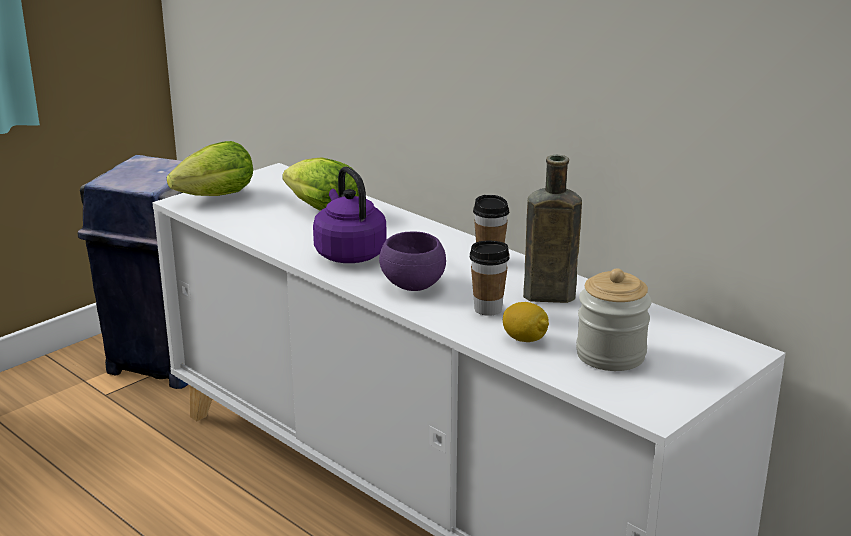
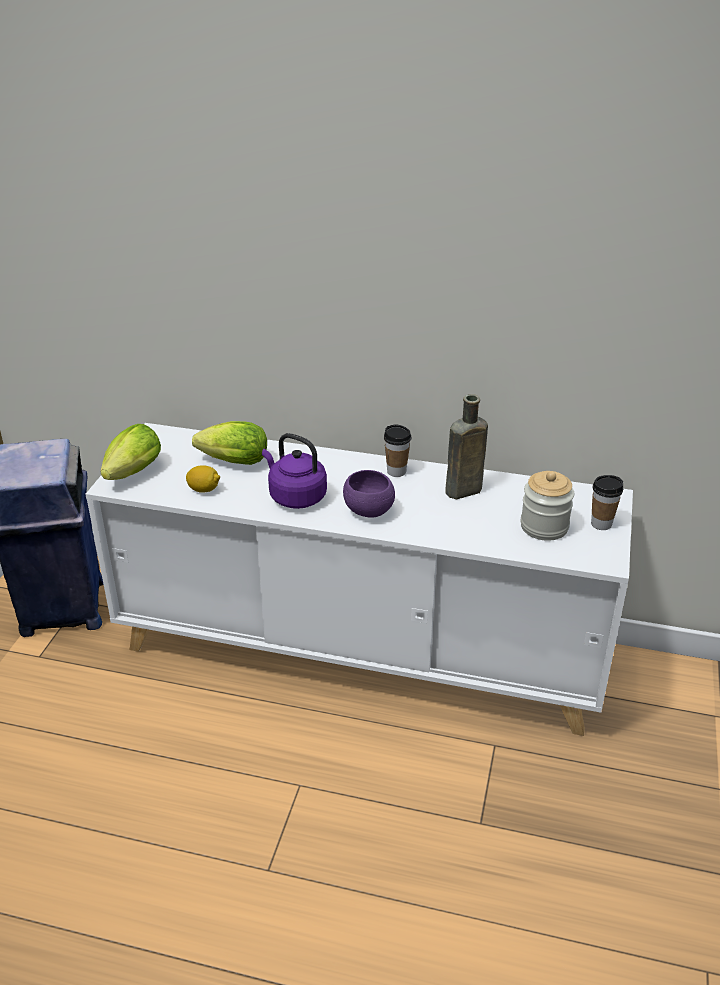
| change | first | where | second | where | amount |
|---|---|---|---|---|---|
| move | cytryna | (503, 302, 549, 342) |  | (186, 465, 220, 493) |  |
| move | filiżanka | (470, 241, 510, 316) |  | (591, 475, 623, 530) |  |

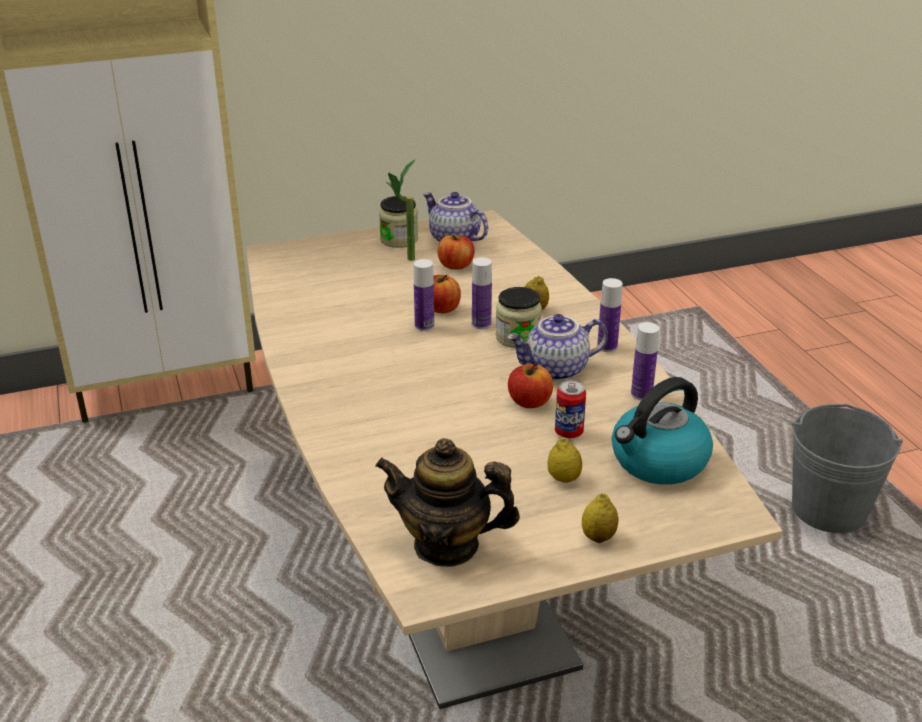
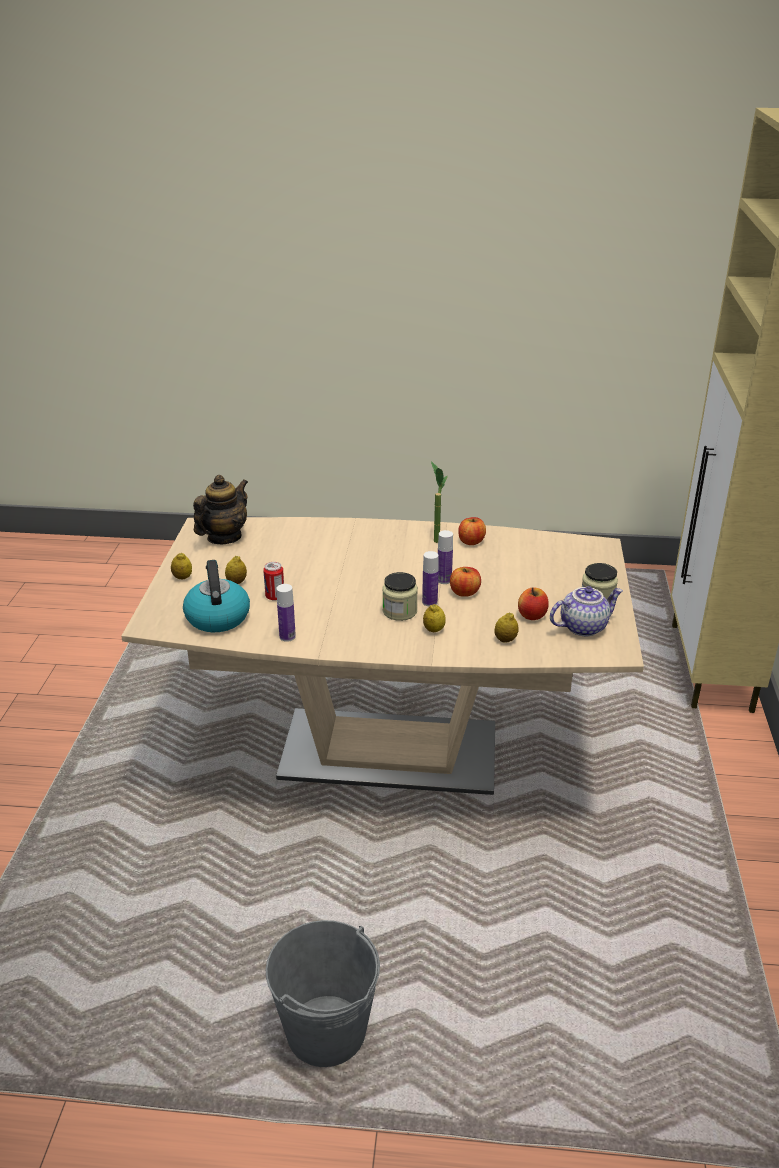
| change | first | where | second | where | amount |
|---|---|---|---|---|---|
| move | roślina doniczkowa | (385, 159, 416, 261) |  | (431, 461, 448, 543) |  |
| move | jabłko | (508, 364, 553, 408) |  | (458, 517, 486, 545) |  |
| insert |  |  | cytryna | (494, 612, 519, 643) |  |
| delete | imbryk | (507, 314, 608, 381) |  |  |  |
| delete | butelka | (597, 278, 623, 352) |  |  |  |

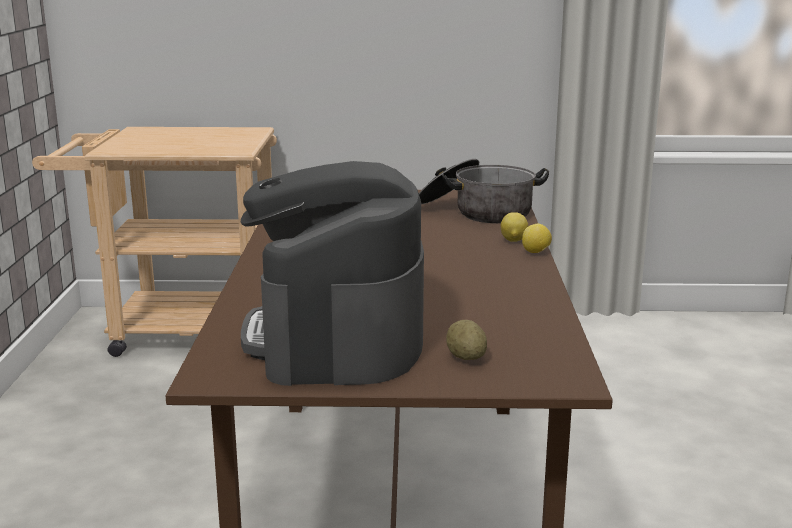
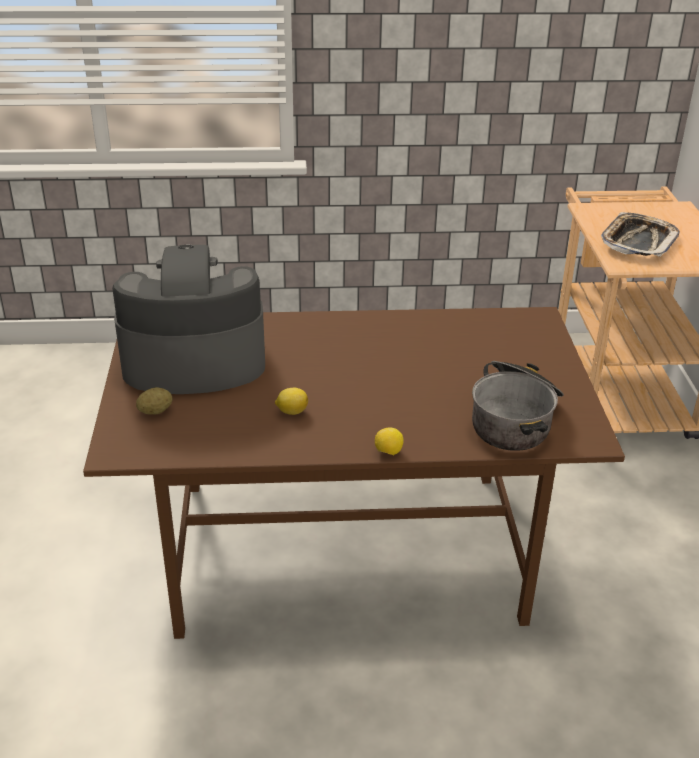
| change | first | where | second | where | amount |
|---|---|---|---|---|---|
| move | cytryna | (501, 212, 529, 242) |  | (275, 388, 308, 415) |  |
| insert |  |  | taca | (601, 212, 679, 257) |  |

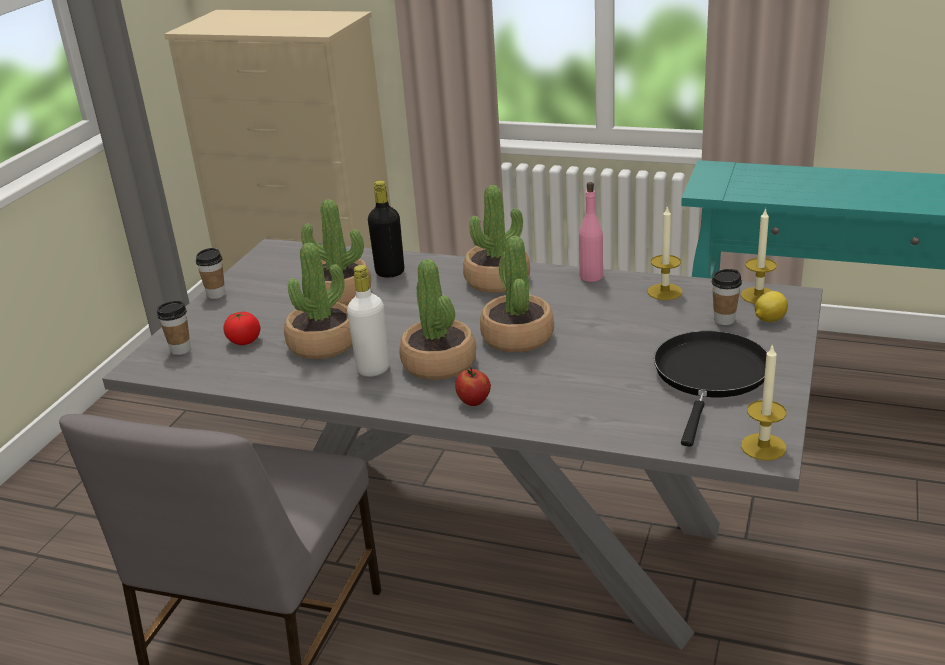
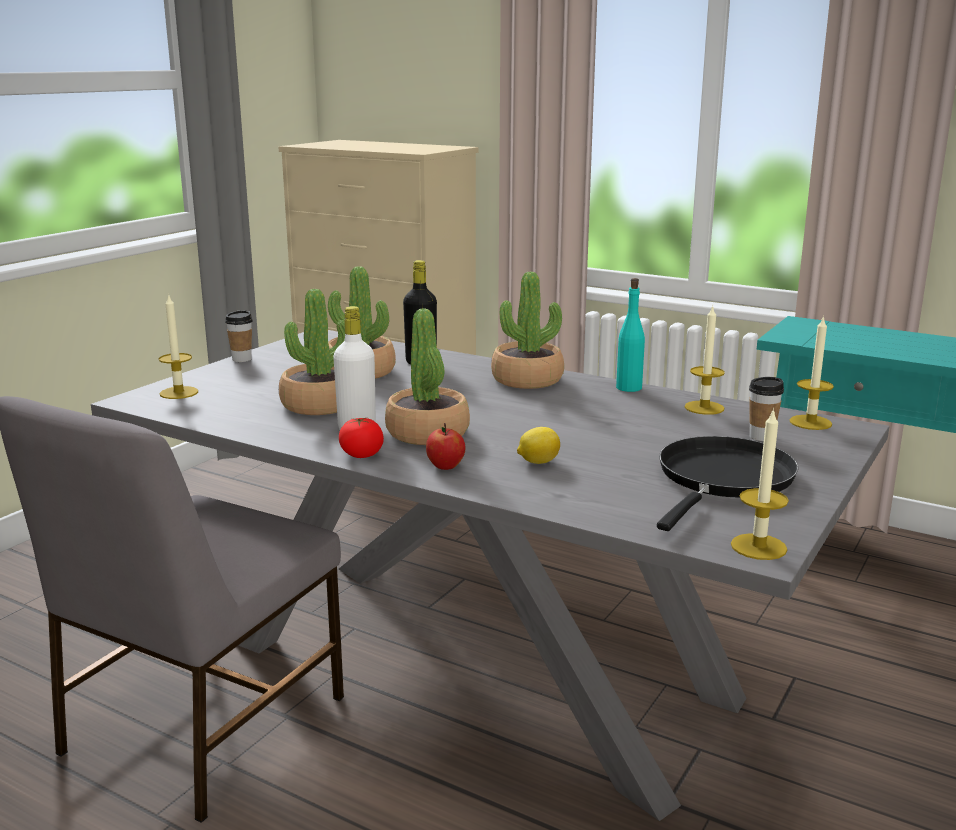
| change | first | where | second | where | amount |
|---|---|---|---|---|---|
| replace | filiżanka | (157, 301, 191, 355) | świeca | (159, 294, 198, 399) |  |
| move | pomidor | (224, 311, 260, 345) |  | (339, 418, 384, 458) |  |
| move | cytryna | (755, 291, 788, 322) |  | (517, 427, 560, 464) |  |
| recolor | butelka [różowy] | (579, 182, 603, 282) | butelka [turkusowy] | (616, 278, 645, 392) |  |
| delete | roślina doniczkowa | (480, 236, 554, 352) |  |  |  |

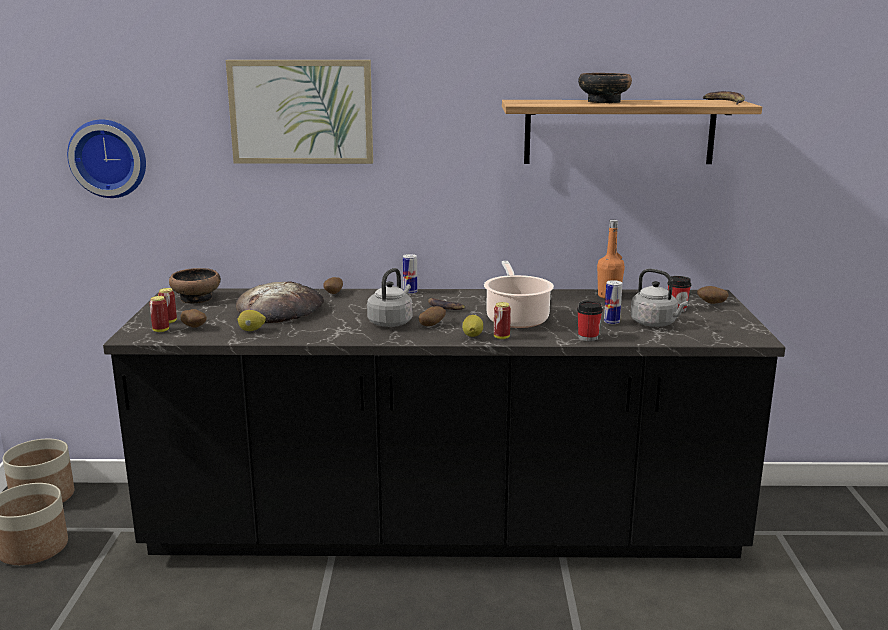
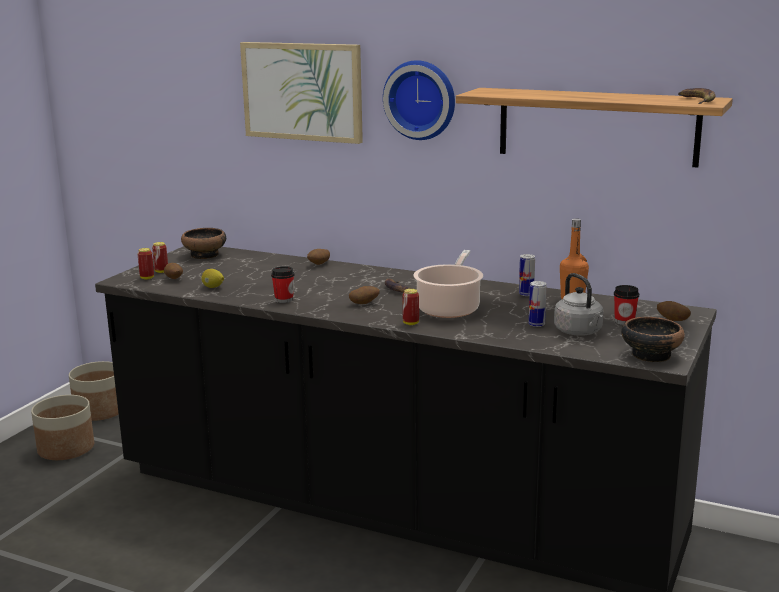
| change | first | where | second | where | amount |
|---|---|---|---|---|---|
| move | filiżanka | (577, 301, 603, 341) |  | (271, 266, 295, 303) |  |
| move | zegar ścienny | (67, 120, 146, 198) |  | (383, 60, 455, 140) |  |
| move | puszka | (403, 254, 417, 294) |  | (519, 254, 535, 296) |  |
| move | miska | (578, 73, 632, 103) |  | (621, 317, 685, 362) |  |
| delete | chleb | (236, 281, 324, 323) |  |  |  |
| delete | czajnik [szary] | (367, 268, 412, 327) |  |  |  |
| delete | cytryna | (462, 315, 483, 337) |  |  |  |

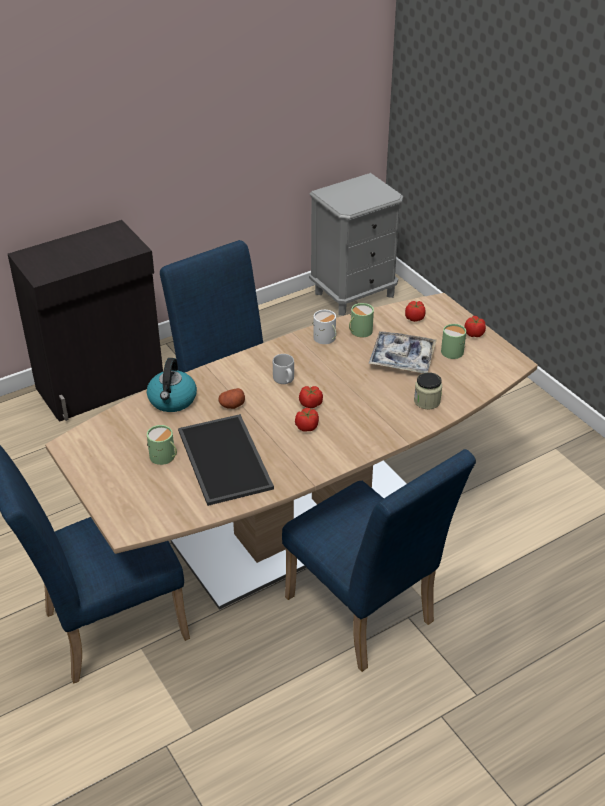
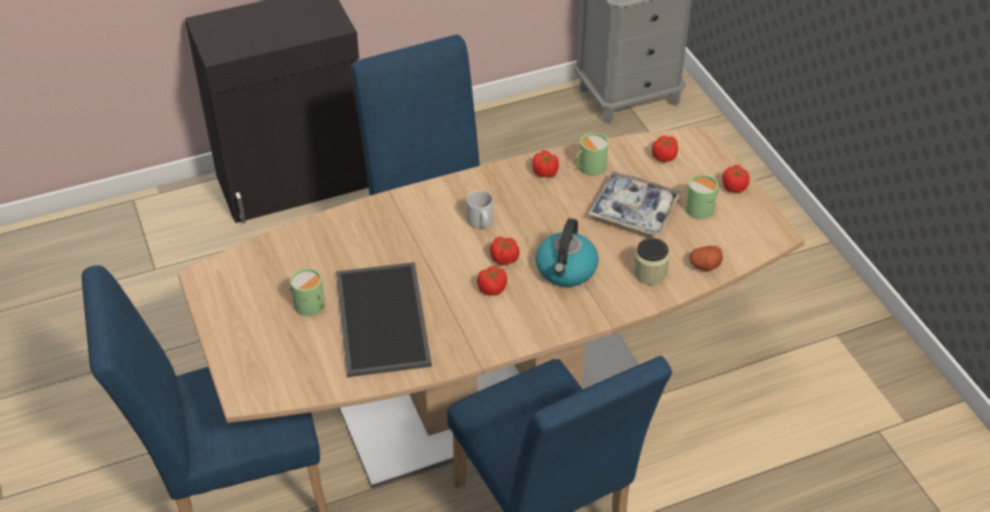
| change | first | where | second | where | amount |
|---|---|---|---|---|---|
| replace | kubek [biały] | (313, 310, 336, 344) | pomidor | (532, 151, 559, 178) |  |
| move | czajnik | (147, 358, 197, 412) |  | (536, 218, 599, 287) |  |
| move | ziemniak | (218, 388, 245, 409) |  | (690, 246, 723, 271) |  |

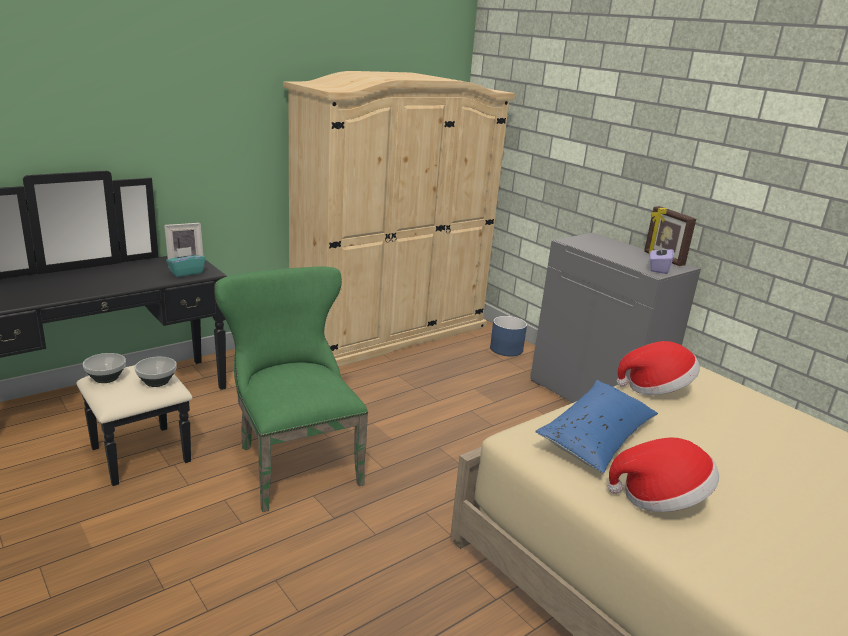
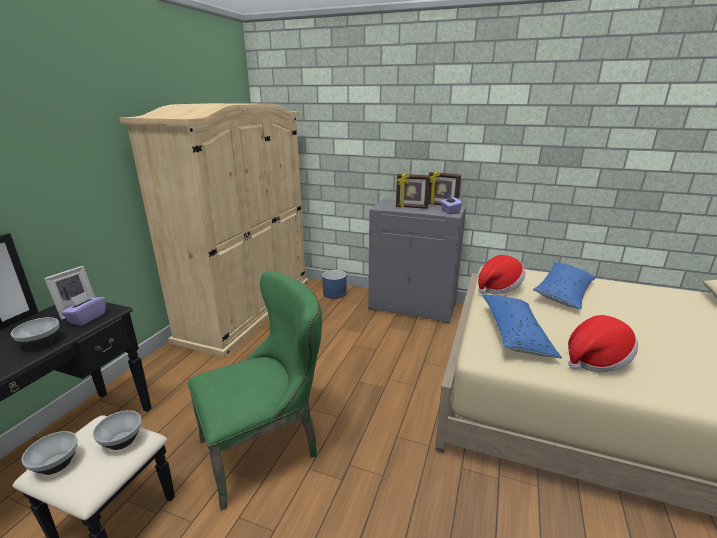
| change | first | where | second | where | amount |
|---|---|---|---|---|---|
| insert |  |  | miska | (11, 317, 59, 349) |  |
| recolor | pudełko chusteczek [turkusowy] | (166, 247, 205, 277) | pudełko chusteczek [fioletowy] | (61, 292, 106, 326) |  |
| rotate | krzesło [zielony] | (214, 267, 368, 512) |  | (187, 271, 322, 511) | 120 degrees clockwise |
| insert |  |  | ramka na zdjęcie | (396, 174, 430, 209) |  |
| insert |  |  | poduszka [niebieski] | (533, 262, 596, 309) |  |

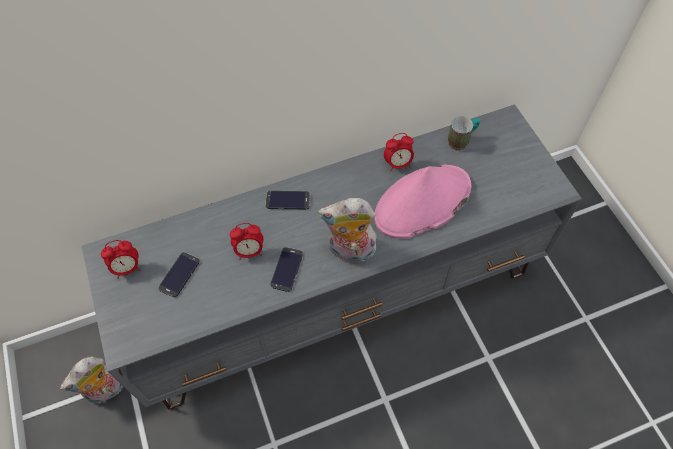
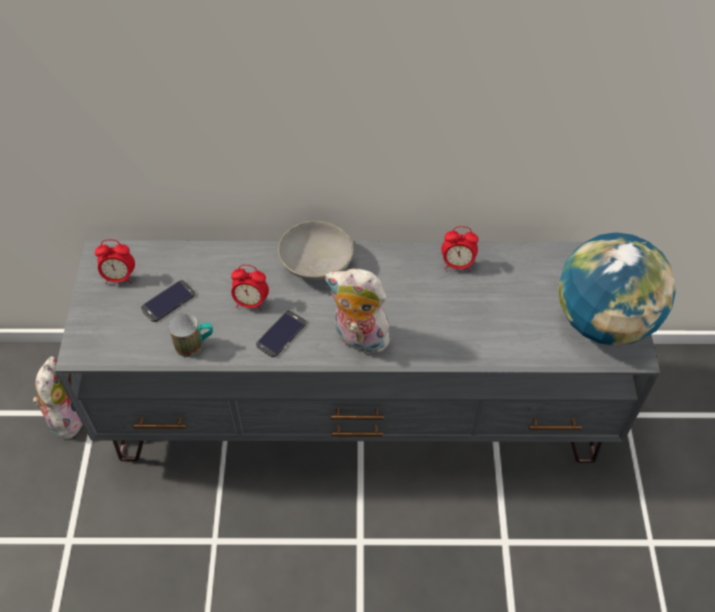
| change | first | where | second | where | amount |
|---|---|---|---|---|---|
| rotate | pluszak | (60, 357, 123, 405) |  | (33, 356, 83, 439) | 105 degrees clockwise |
| move | kubek | (447, 116, 480, 151) |  | (169, 313, 213, 357) |  |
| replace | telefon | (266, 191, 310, 209) | miska [szary] | (278, 221, 354, 280) |  |
| insert |  |  | globus | (558, 232, 676, 346) |  |
| delete | kapelusz [różowy] | (374, 164, 471, 239) |  |  |  |

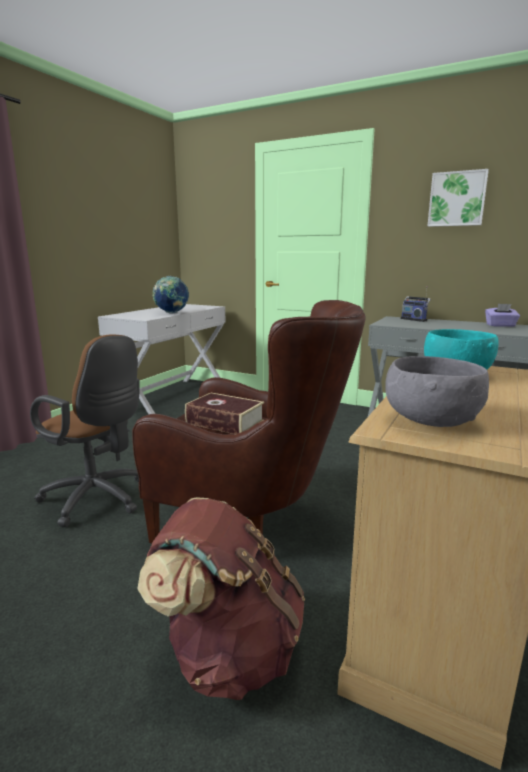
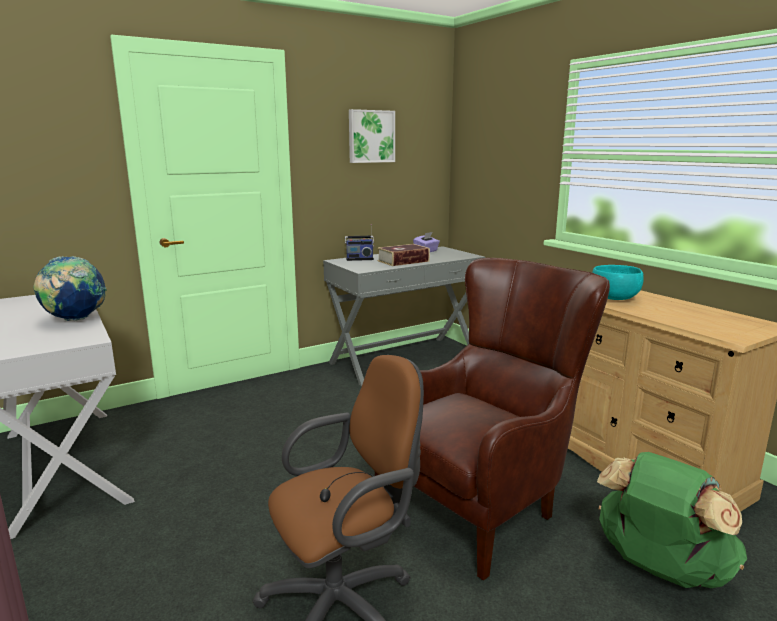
| change | first | where | second | where | amount |
|---|---|---|---|---|---|
| move | książka | (185, 393, 264, 434) |  | (377, 244, 430, 266) |  |
| recolor | plecak [brązowy] | (137, 497, 305, 700) | plecak [zielony] | (597, 452, 747, 588) |  |
| delete | miska [szary] | (385, 356, 489, 427) |  |  |  |

